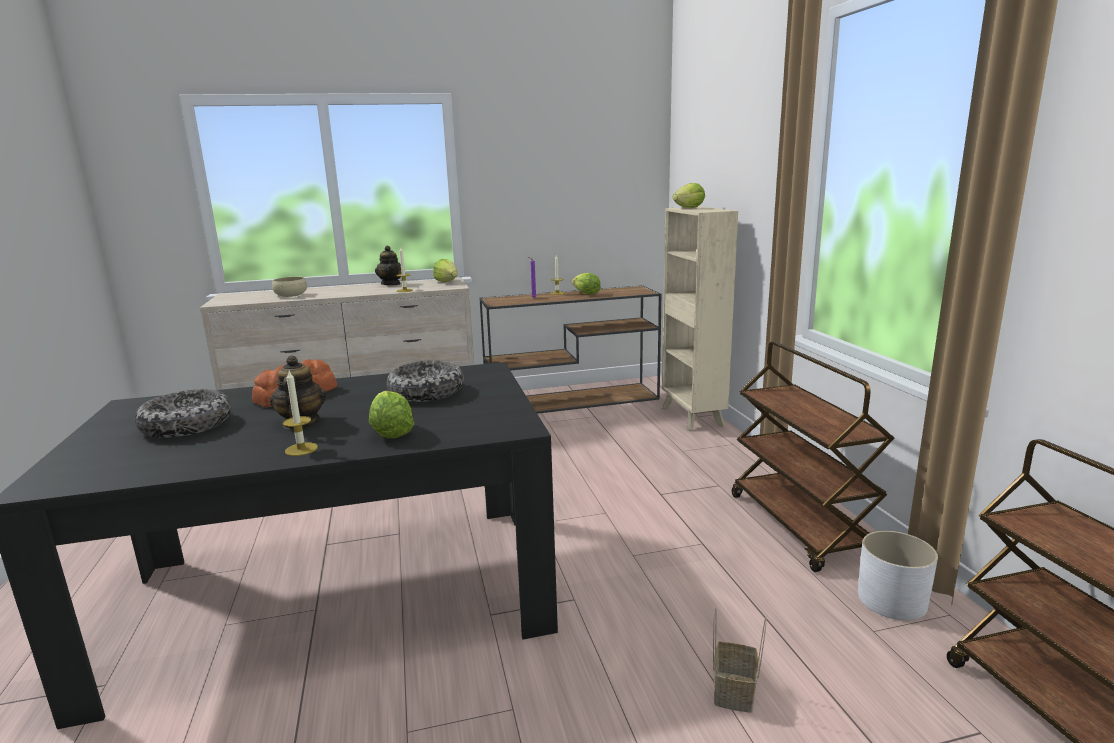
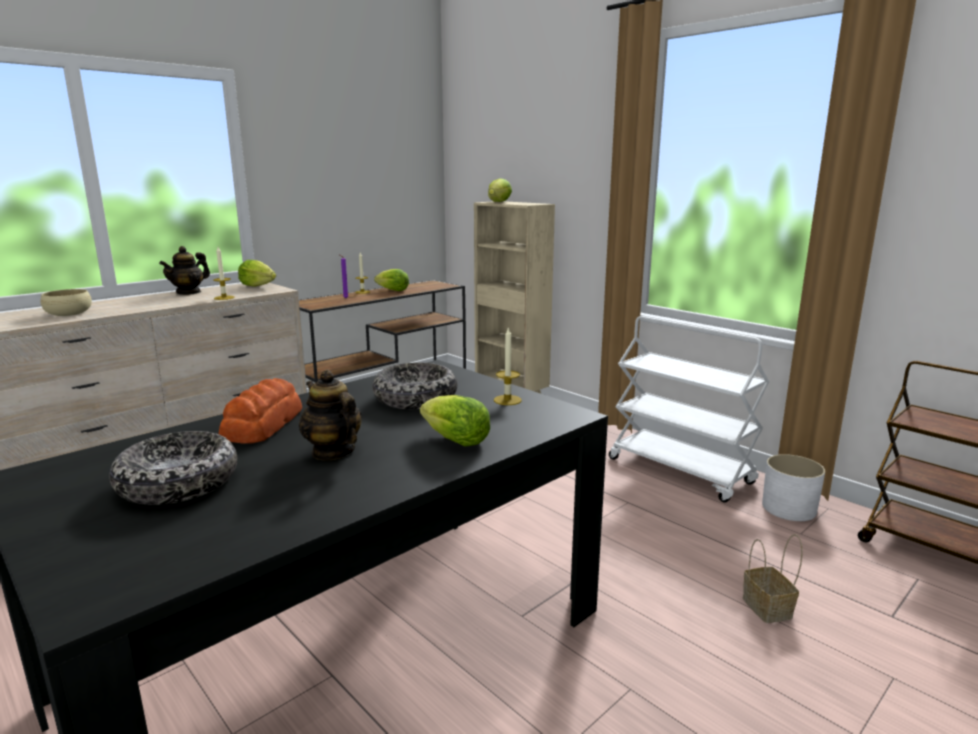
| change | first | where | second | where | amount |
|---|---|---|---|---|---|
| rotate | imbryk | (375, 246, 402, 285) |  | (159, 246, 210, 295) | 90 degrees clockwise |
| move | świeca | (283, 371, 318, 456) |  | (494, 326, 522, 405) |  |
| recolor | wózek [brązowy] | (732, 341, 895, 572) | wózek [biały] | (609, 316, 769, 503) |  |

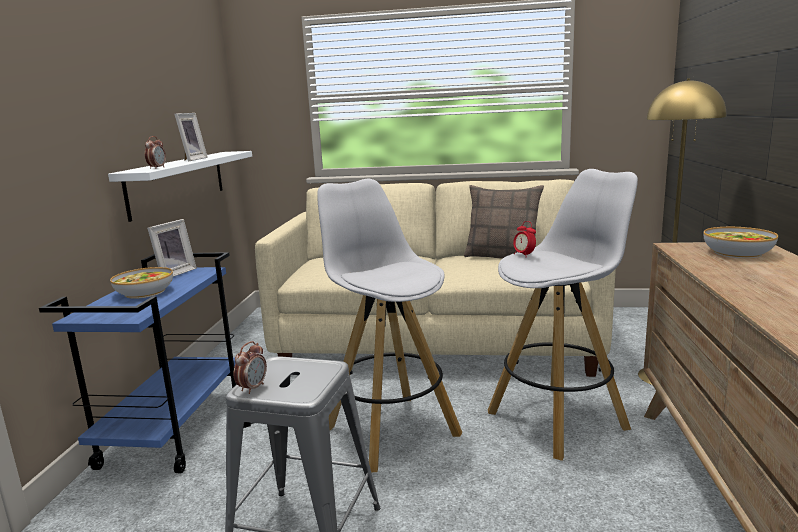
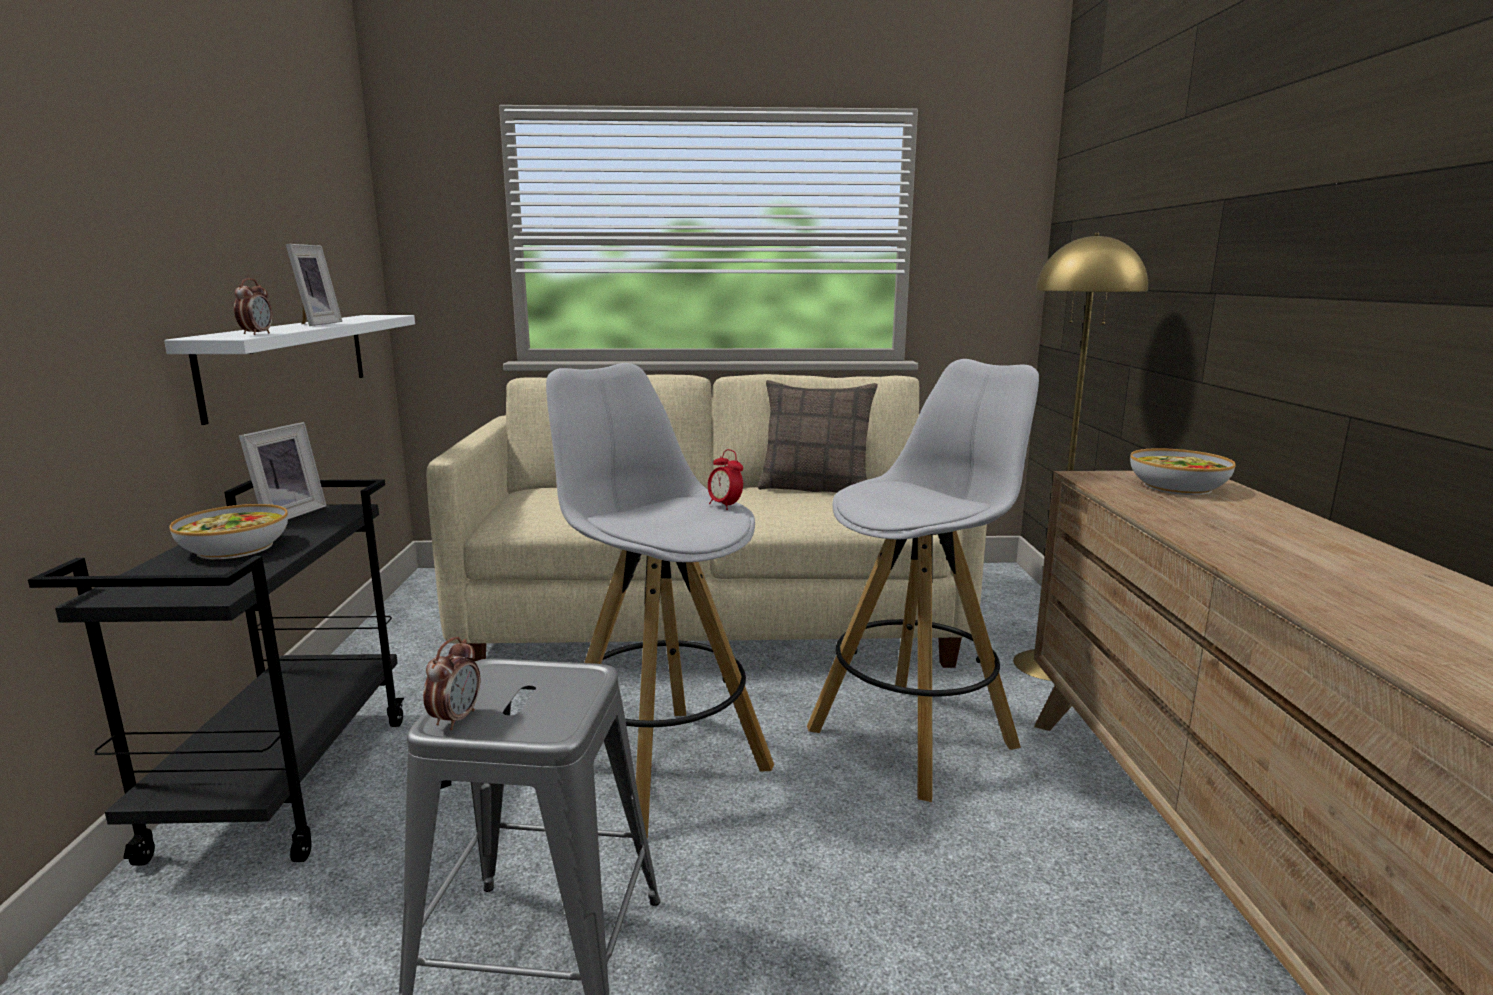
| change | first | where | second | where | amount |
|---|---|---|---|---|---|
| recolor | wózek [niebieski] | (39, 252, 237, 473) | wózek [czarny] | (28, 480, 404, 866) |  |
| move | budzik | (513, 221, 536, 255) |  | (708, 449, 743, 510) |  |

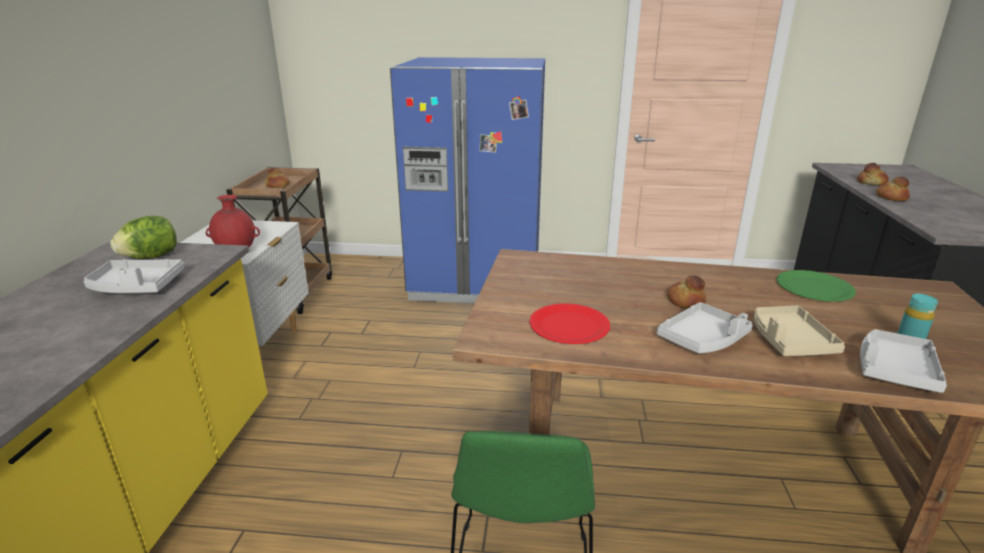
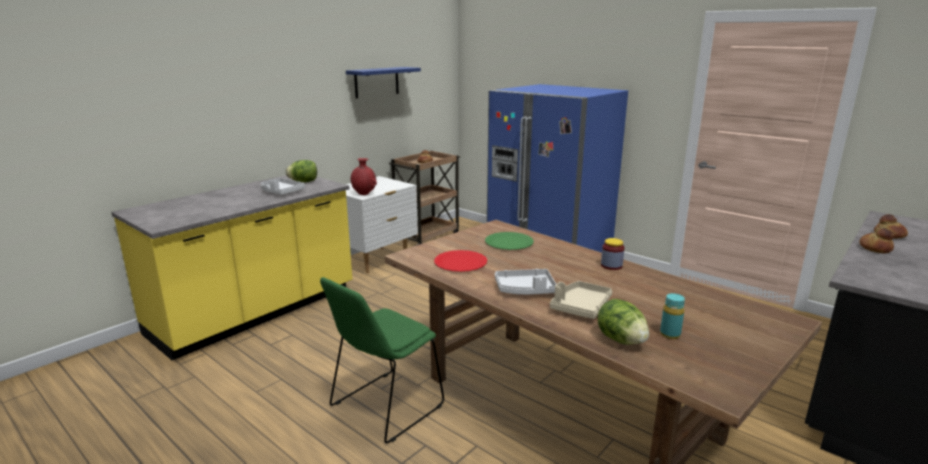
| change | first | where | second | where | amount |
|---|---|---|---|---|---|
| insert |  |  | półka [niebieski] | (346, 67, 421, 98) |  |
| move | talerz [zielony] | (776, 270, 856, 302) |  | (485, 232, 534, 250) |  |
| replace | taca [szary] | (860, 329, 947, 393) | sałata | (598, 299, 649, 345) |  |
| insert |  |  | słoik | (601, 238, 624, 270) |  |
| delete | chleb | (667, 275, 706, 309) |  |  |  |

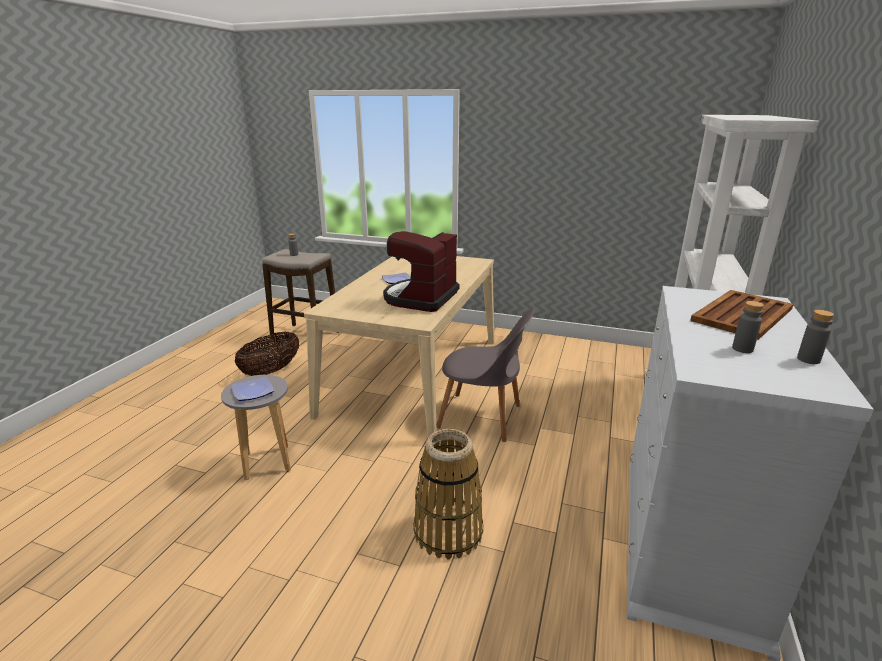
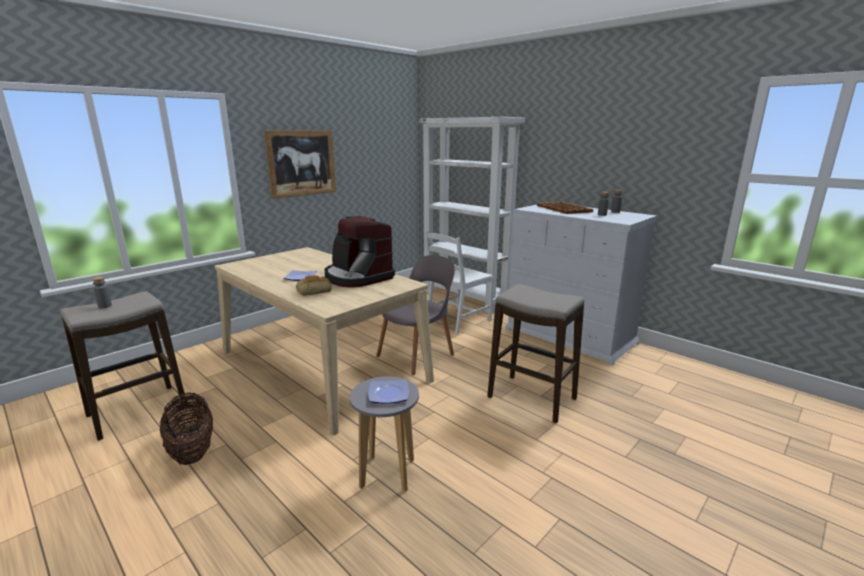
| change | first | where | second | where | amount |
|---|---|---|---|---|---|
| insert |  |  | obraz | (264, 130, 336, 199) |  |
| insert |  |  | chleb | (296, 275, 332, 296) |  |
| insert |  |  | krzesło [biały] | (424, 231, 494, 334) |  |
| replace | koszyk | (413, 429, 483, 559) | stołek | (487, 284, 584, 423) |  |

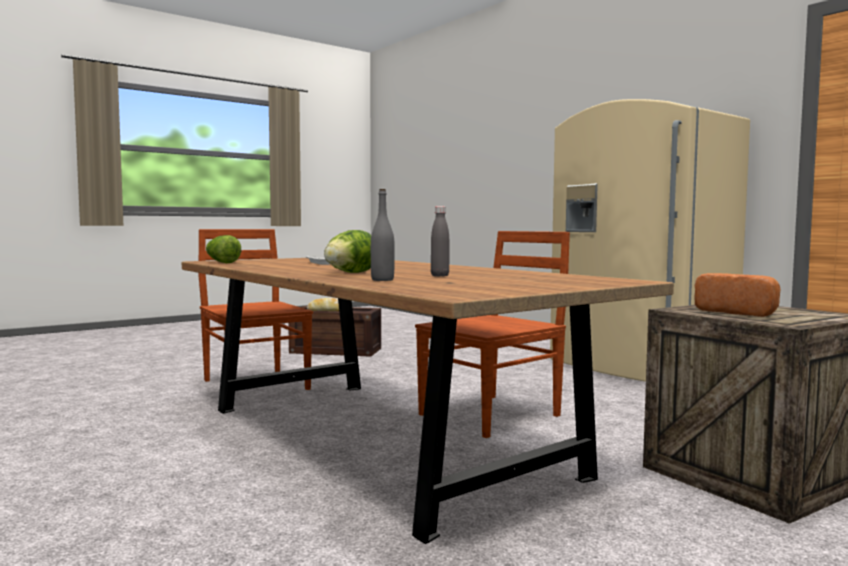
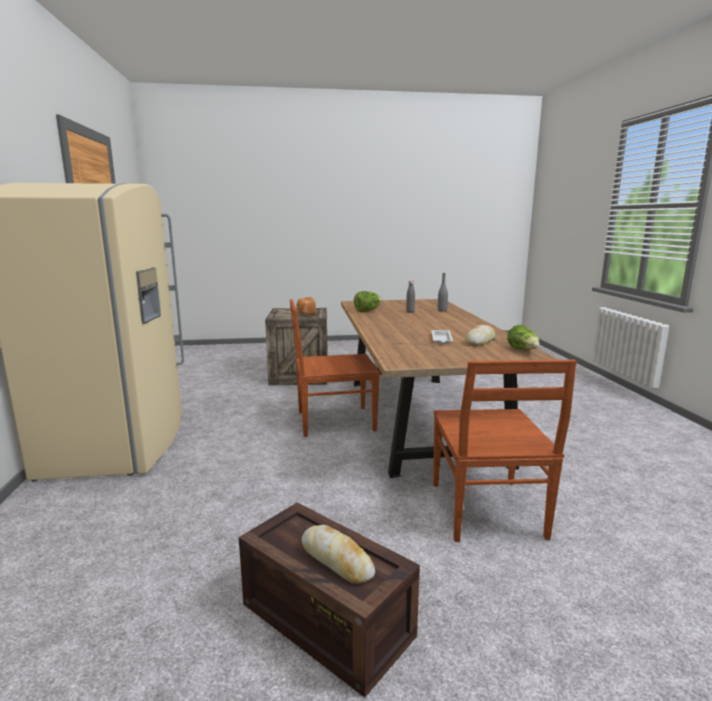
| change | first | where | second | where | amount |
|---|---|---|---|---|---|
| move | sałata | (324, 230, 371, 273) |  | (354, 291, 382, 312) |  |
| insert |  |  | chleb | (465, 325, 496, 346) |  |

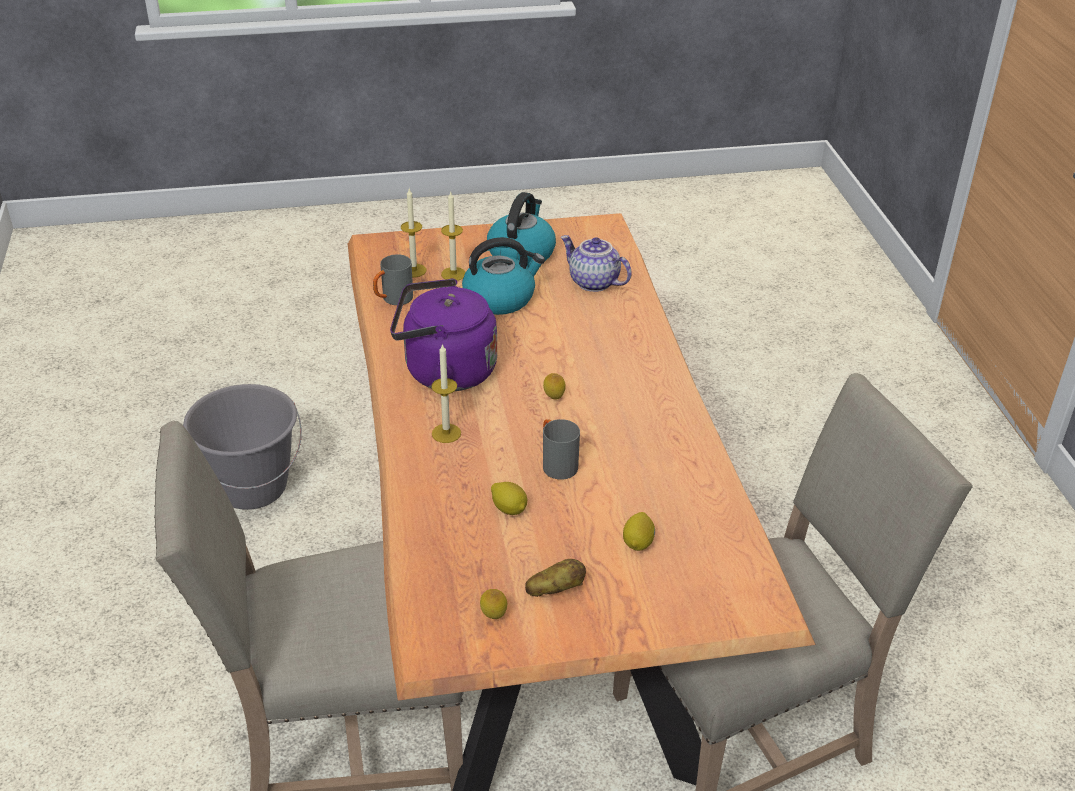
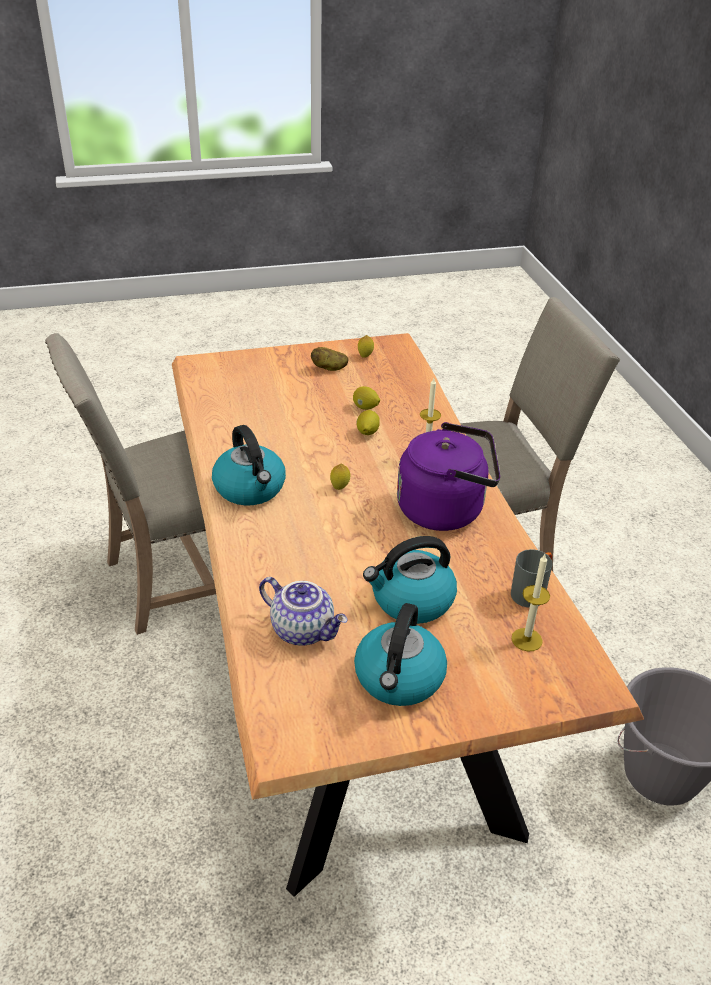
| change | first | where | second | where | amount |
|---|---|---|---|---|---|
| insert |  |  | czajnik | (212, 425, 286, 506) |  |
| move | cytryna | (623, 512, 655, 551) |  | (356, 410, 380, 435) |  |
| delete | świeca | (441, 191, 466, 281) |  |  |  |
| delete | kubek [szary] | (543, 419, 580, 480) |  |  |  |

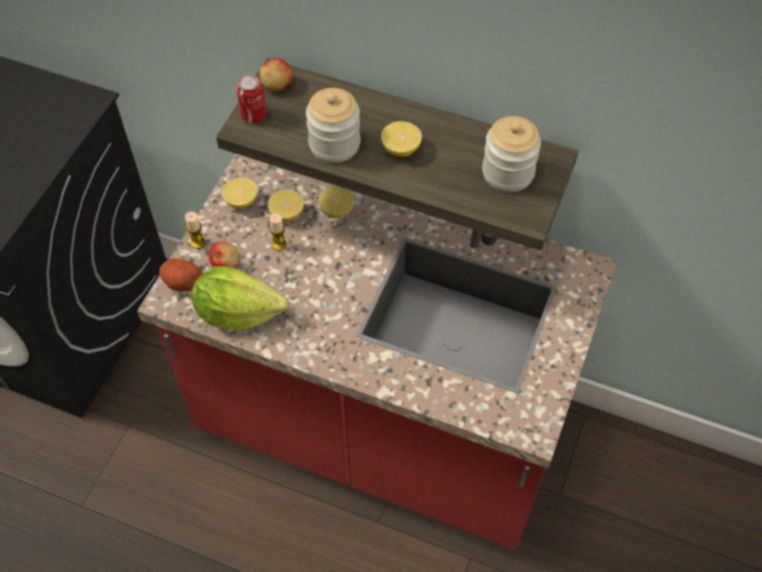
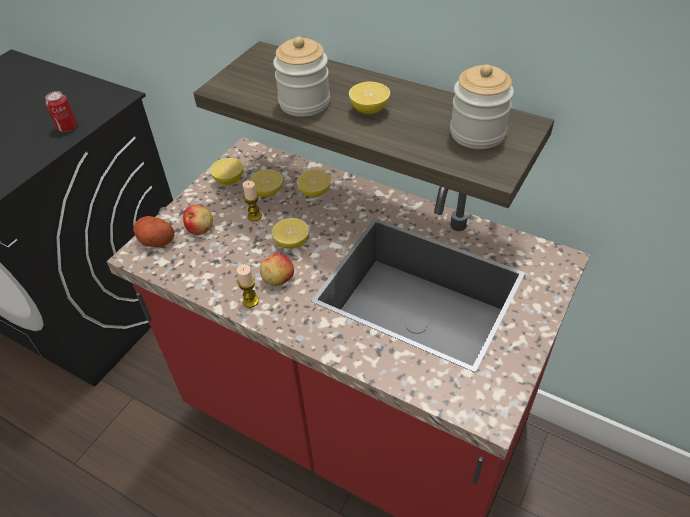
| change | first | where | second | where | amount |
|---|---|---|---|---|---|
| move | puszka | (236, 74, 266, 123) |  | (45, 91, 77, 132) |  |
| move | świeca | (185, 212, 206, 249) |  | (237, 264, 259, 308) |  |
| move | jabłko | (259, 58, 293, 91) |  | (260, 253, 294, 286) |  |
| insert |  |  | cytryna | (272, 218, 309, 249) |  |
| delete | sałata | (192, 266, 288, 330) |  |  |  |

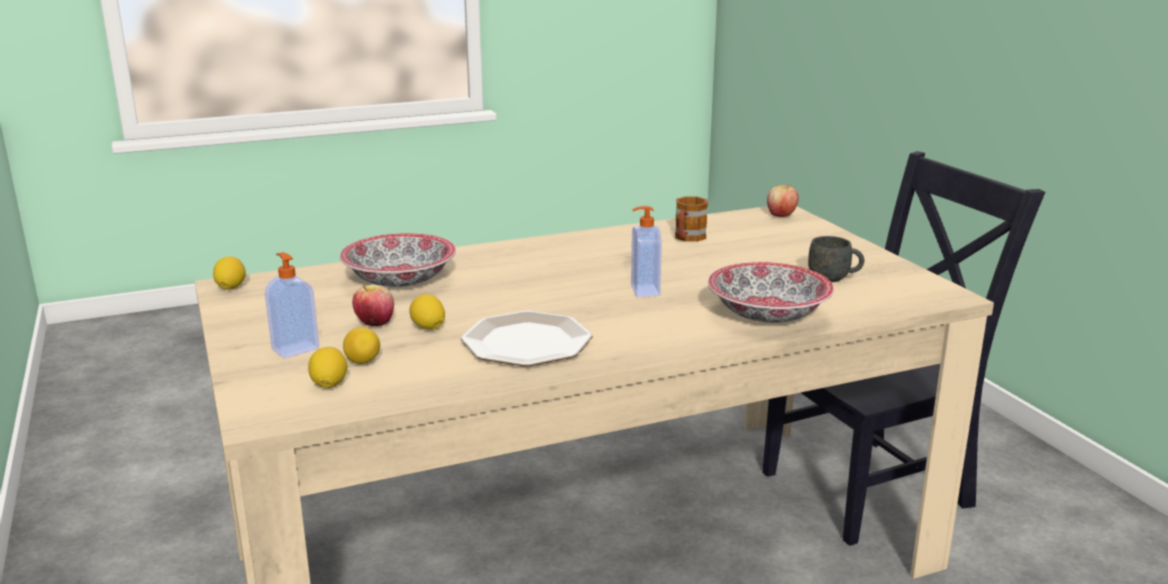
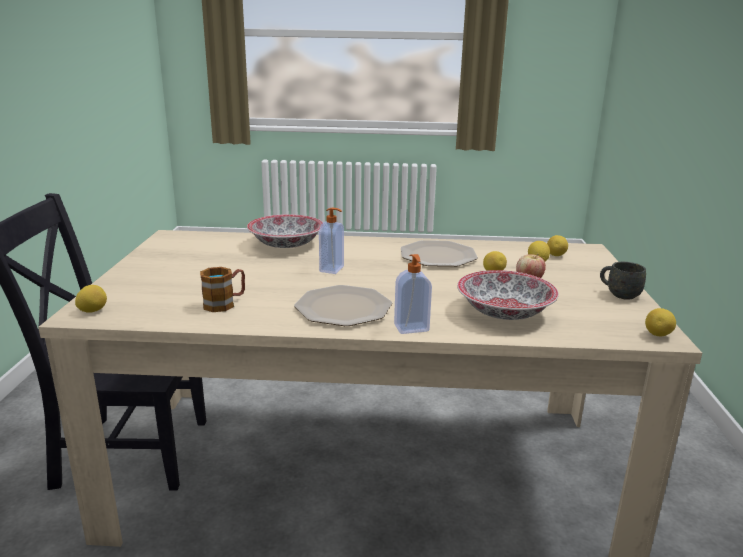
| change | first | where | second | where | amount |
|---|---|---|---|---|---|
| replace | jabłko | (767, 183, 799, 217) | cytryna | (75, 285, 107, 313) |  |
| insert |  |  | talerz | (294, 285, 392, 326) |  |
| move | dozownik mydła | (265, 252, 319, 358) |  | (394, 254, 432, 334) |  |
| move | kubek [szary] | (808, 236, 864, 282) |  | (600, 262, 646, 300) |  |

